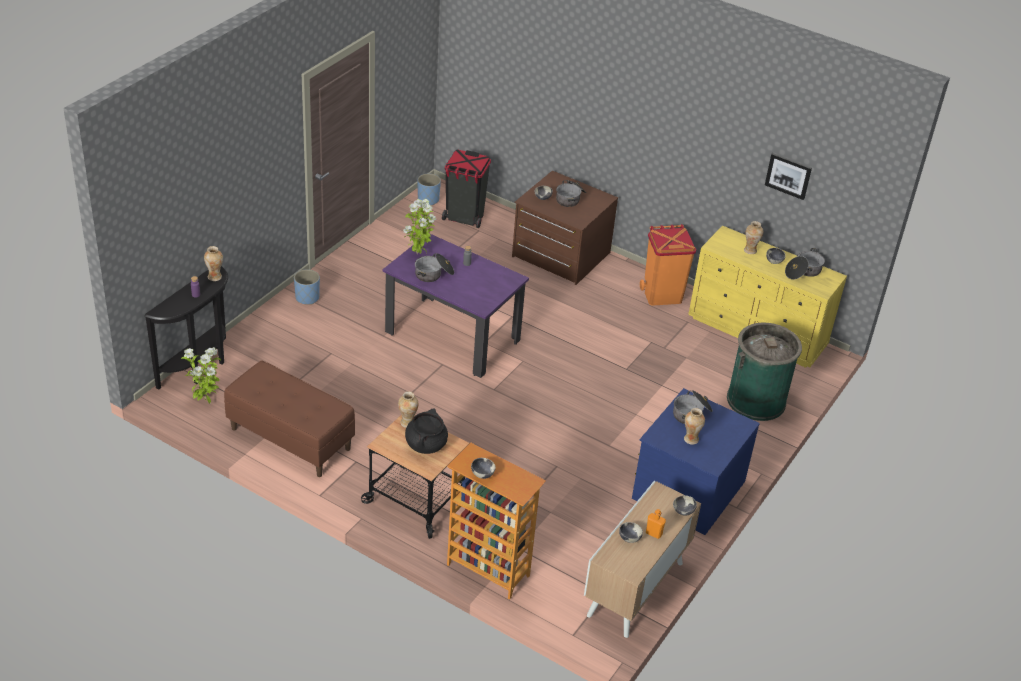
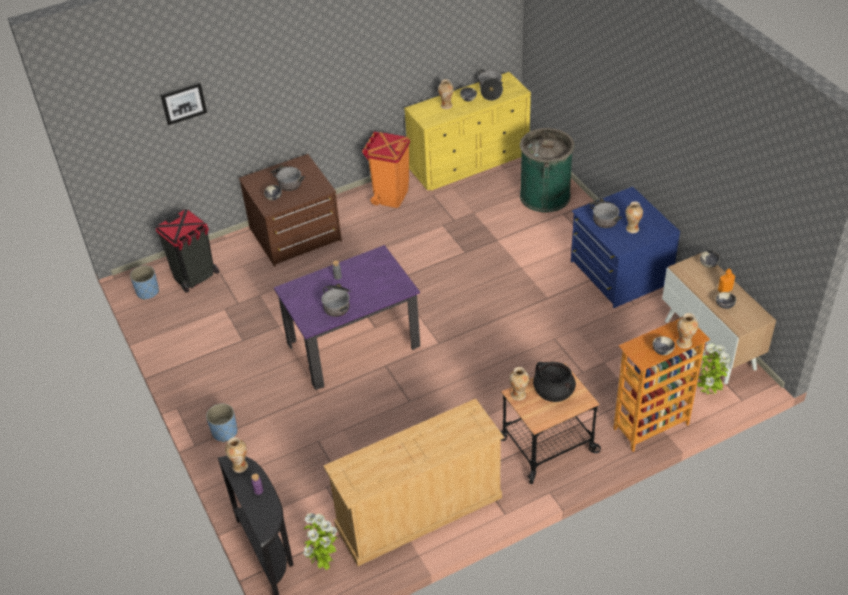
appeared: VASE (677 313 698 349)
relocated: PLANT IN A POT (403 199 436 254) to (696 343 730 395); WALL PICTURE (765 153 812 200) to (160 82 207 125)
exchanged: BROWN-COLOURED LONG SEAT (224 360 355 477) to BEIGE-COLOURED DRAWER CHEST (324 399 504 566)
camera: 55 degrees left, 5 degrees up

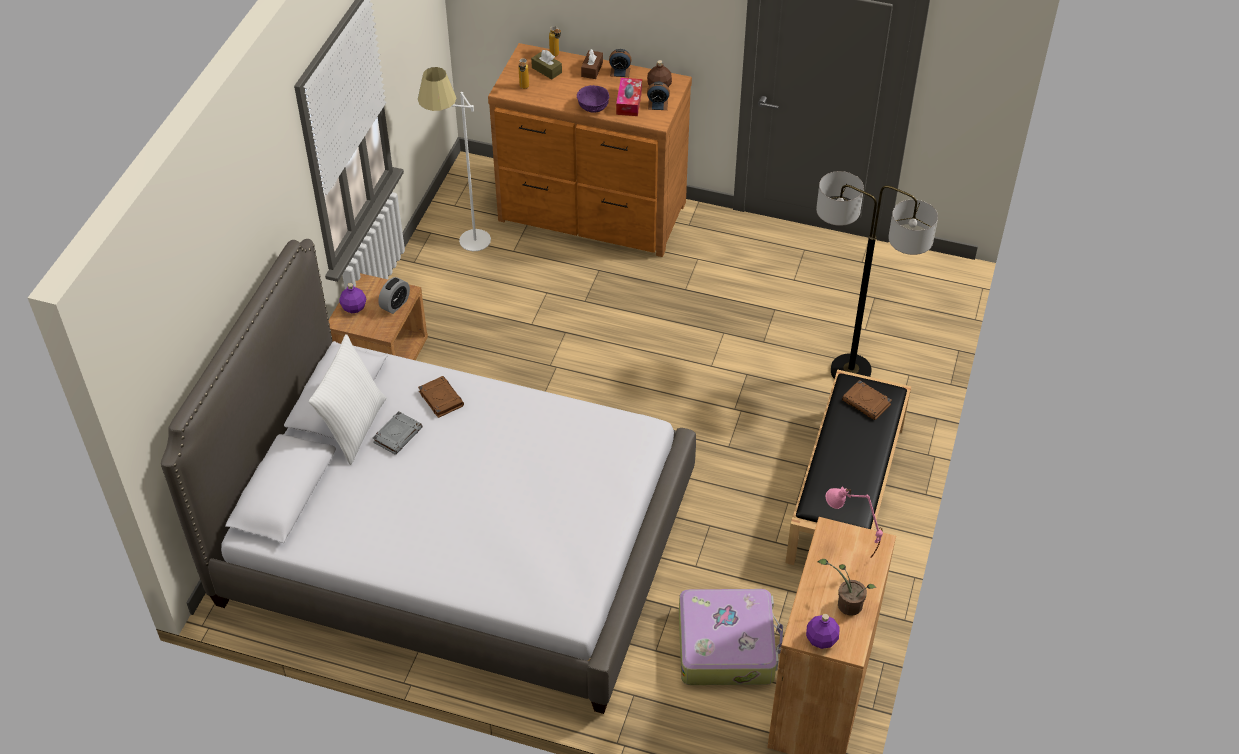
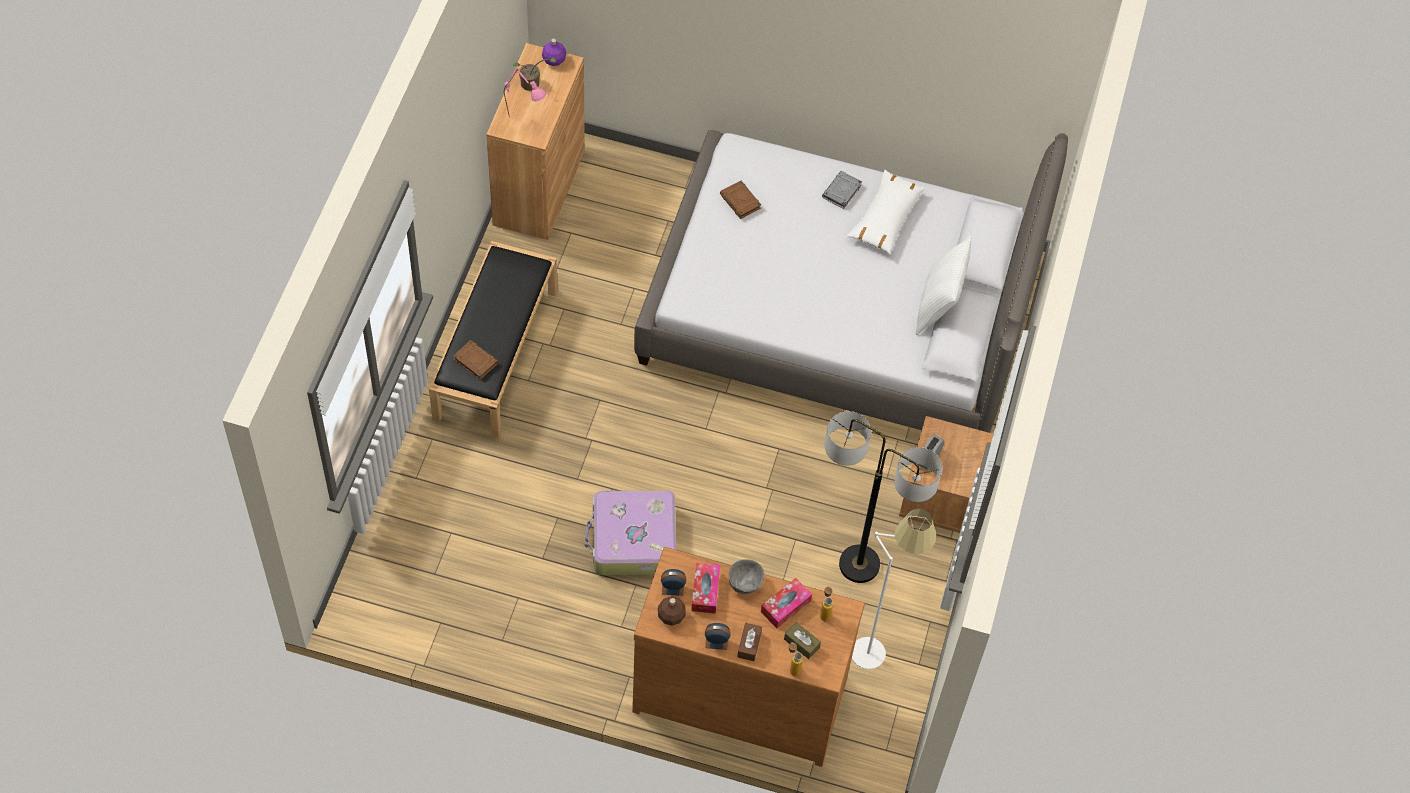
missing: PURPLE-COLOURED BOTTLE (340 283 366 313)
appeared: TISSUE HOLDER (761 578 812 628); WHITE-COLOURED THROW PILLOW (847 170 926 254)
relocated: GRAY VOLUME (373 411 422 455) to (822 171 862 209); BROWN-COLOURED VOLUME (418 376 464 418) to (720 181 761 219); PIECE OF LUGGAGE (679 589 783 685) to (585 490 676 575); FLOOR LAMP (816 171 938 379) to (825 411 942 583)
colour: PURPLE-COLOURED DEEP DISH (577 85 609 112) to GRAY DEEP DISH (728 559 765 594)
camera: 175 degrees right, 10 degrees up

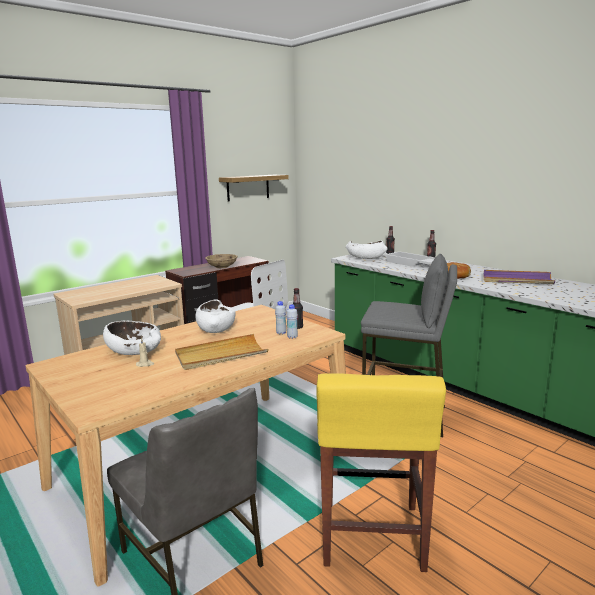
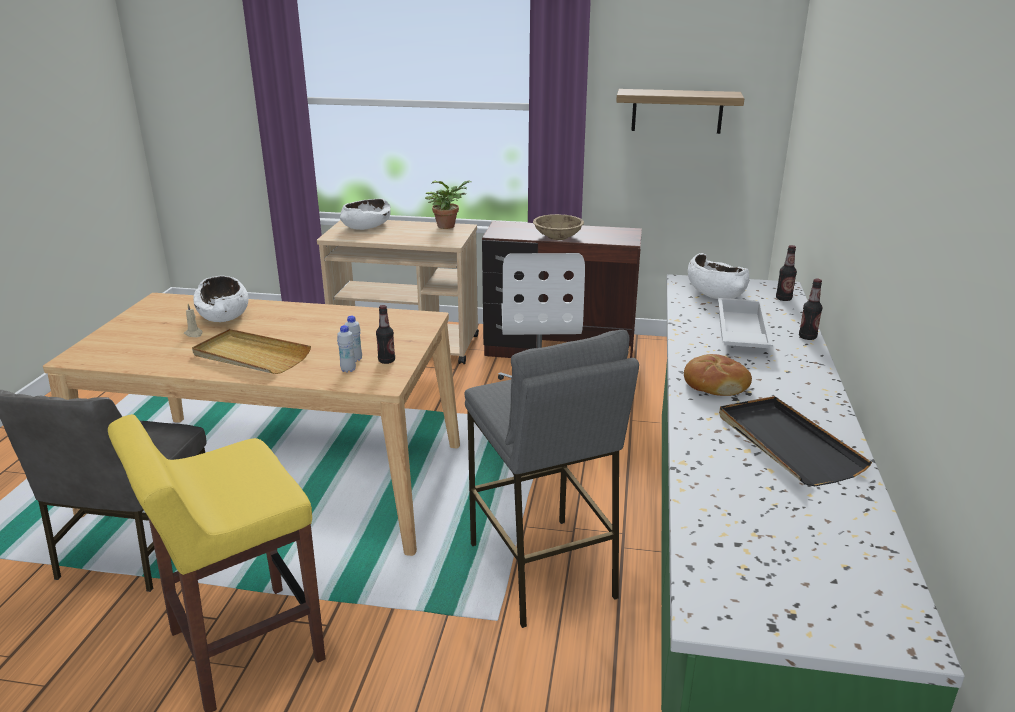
appeared: PLANT IN A POT (425 181 471 229)
relocated: WHITE-COLOURED DEEP DISH (195 299 235 333) to (340 199 391 230)
colour: PURPLE-COLOURED TRAY (483 270 555 284) to BLACKISH TRAY (719 396 872 486)
camera: 50 degrees right, 10 degrees up

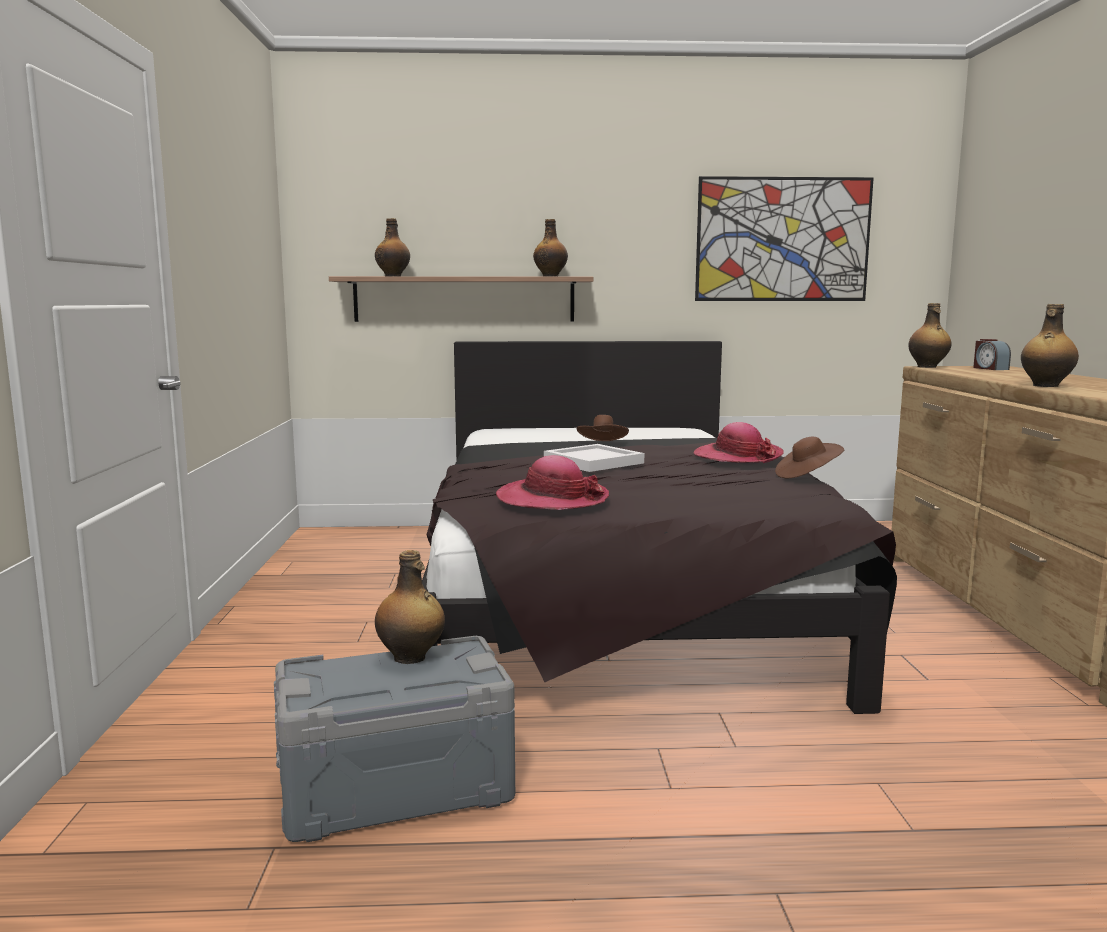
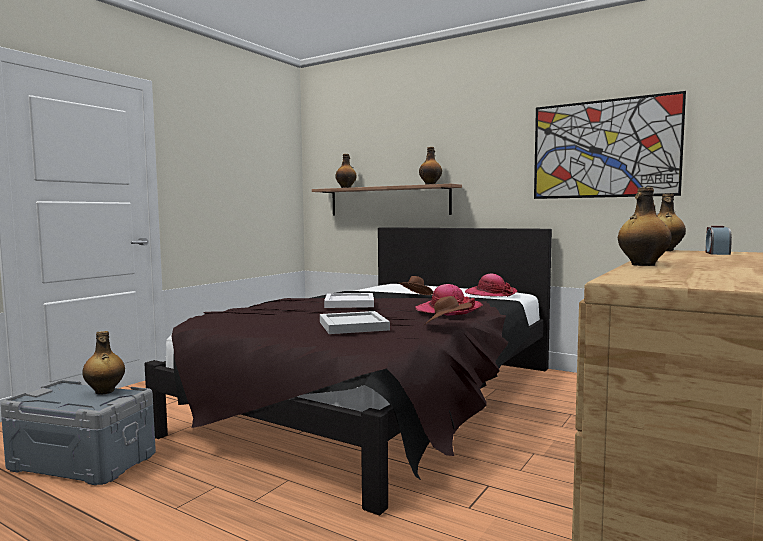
appeared: WHITE-COLOURED TRAY (320 311 390 334)
relocated: CLOTHING HAT (496 455 609 510) to (465 274 517 297)
camera: 35 degrees right, 5 degrees down

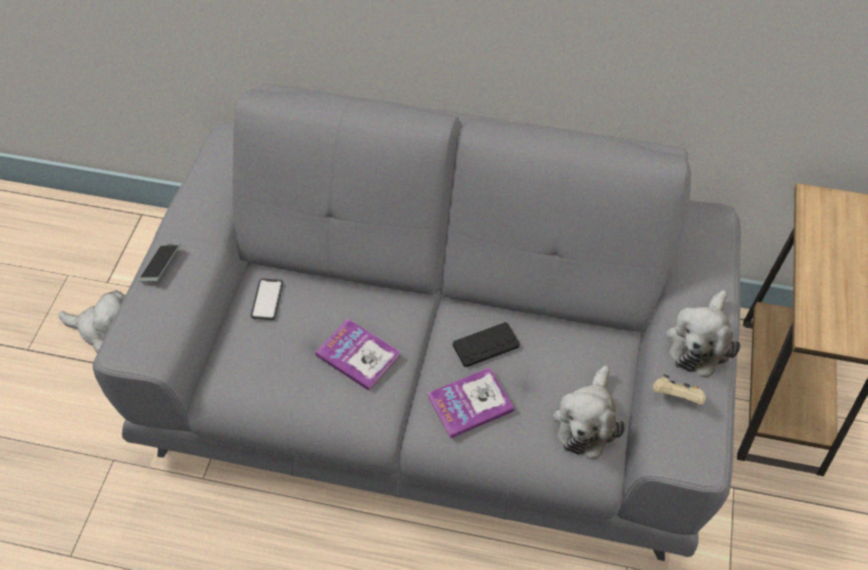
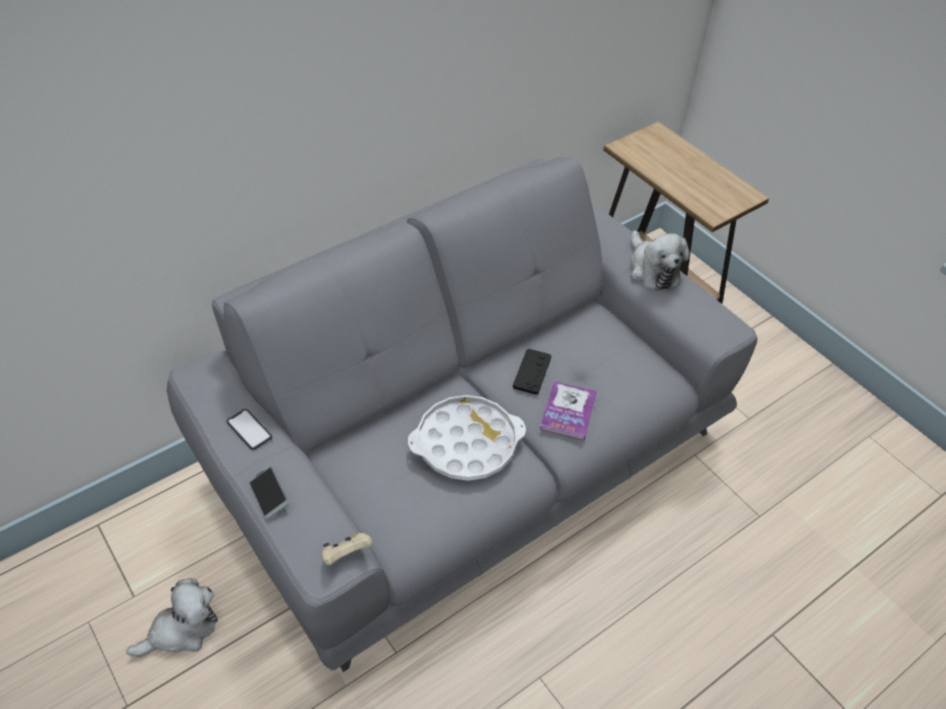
missing: SOFT TOY (553 365 625 459)
relocated: PHONE (251 279 283 320) to (227 409 272 450); BEIGE-COLOURED GAME CONTROLLER (653 374 706 405) to (322 533 373 566)
exchanged: VOLUME (315 318 401 391) to WHITE-COLOURED TRAY (408 395 526 481)
camera: 50 degrees left, 5 degrees down

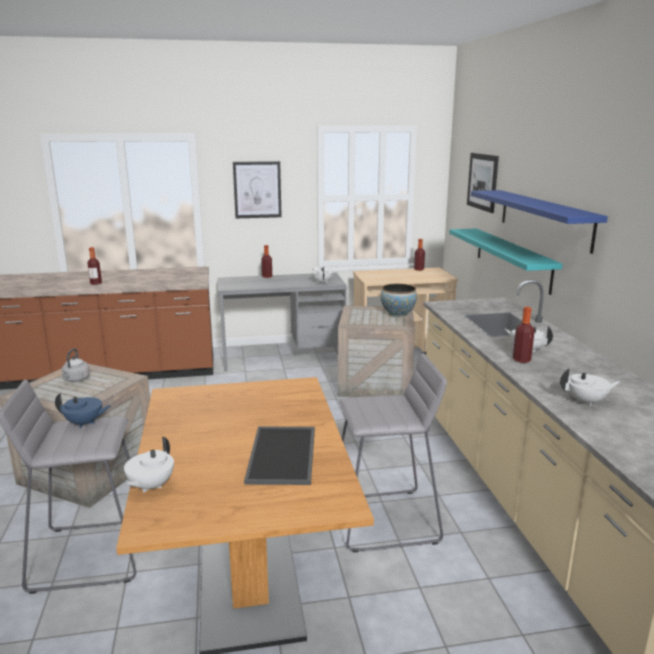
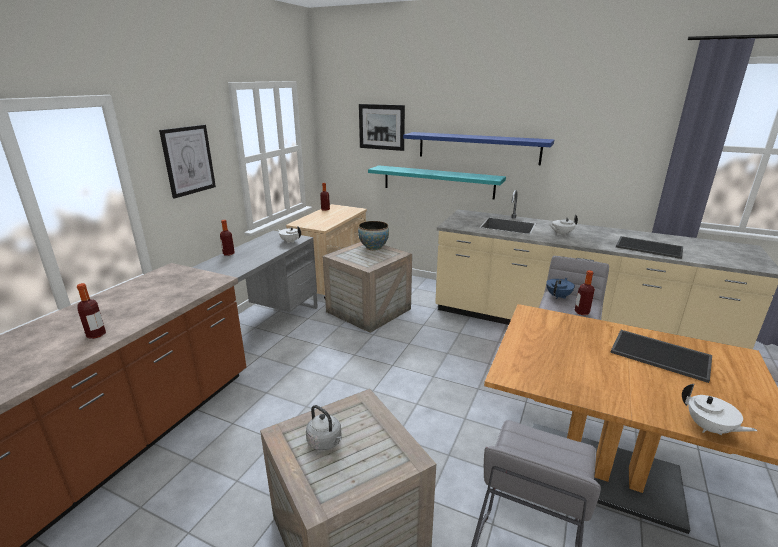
relocated: BLUISH POT FOR TEA (55 392 111 428) to (546 278 575 299); BOTTLE (513 307 535 363) to (574 270 595 315)
exchanged: WHITE-COLOURED POT FOR TEA (560 369 620 407) to TRAY (616 236 683 259)
camera: 55 degrees left, 5 degrees up

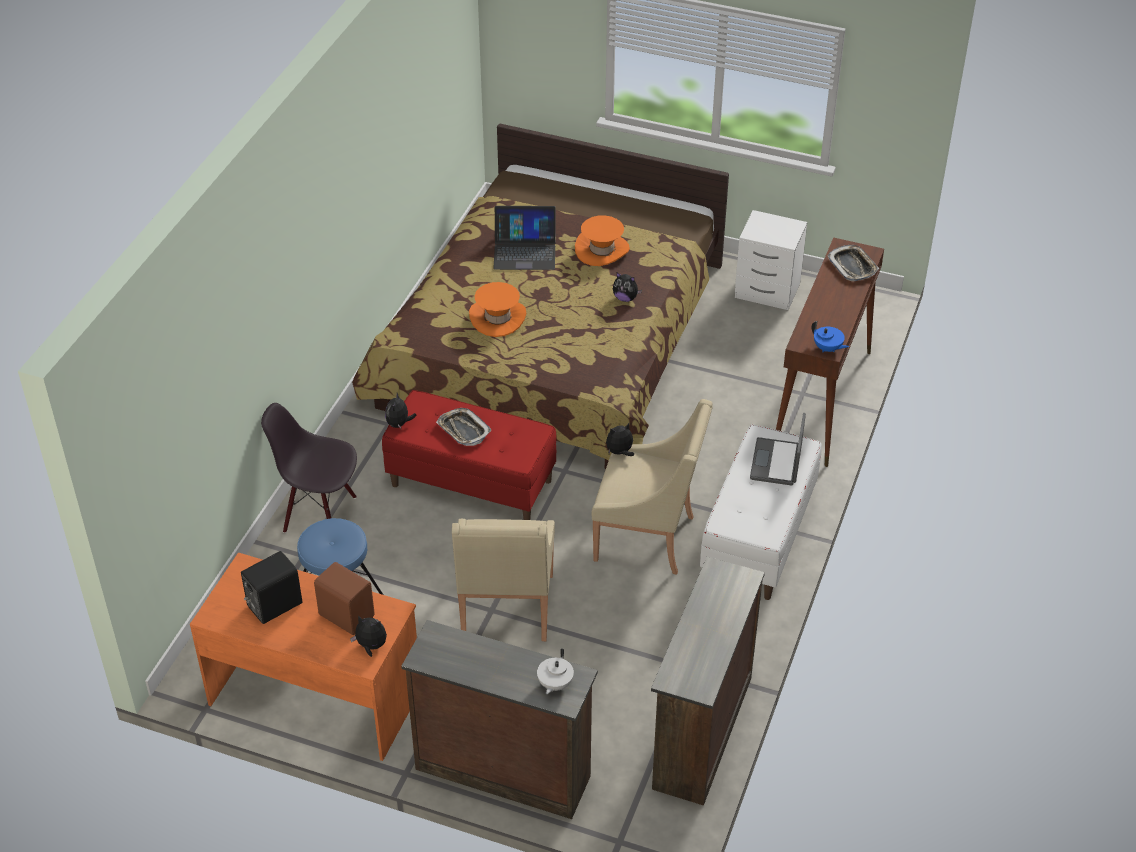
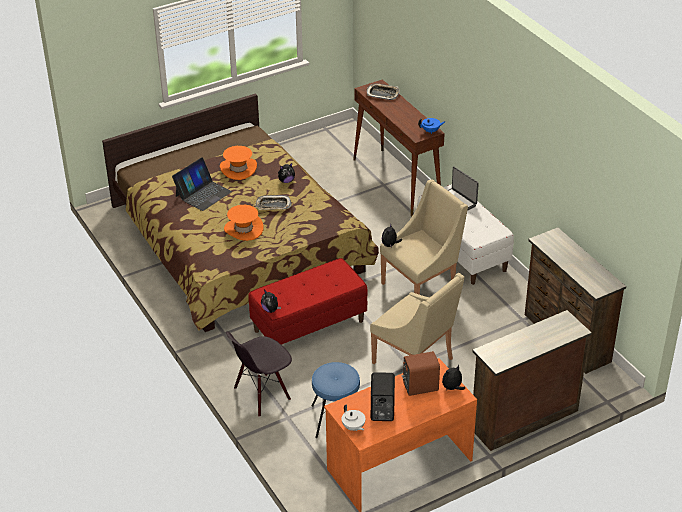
missing: WHITE-COLOURED NIGHTSTAND (735 210 807 310)
relocated: TRAY (436 408 492 446) to (255 195 292 210); WHITE-COLOURED POT FOR TEA (537 648 574 694) to (341 405 365 431)
camera: 50 degrees left, 5 degrees down

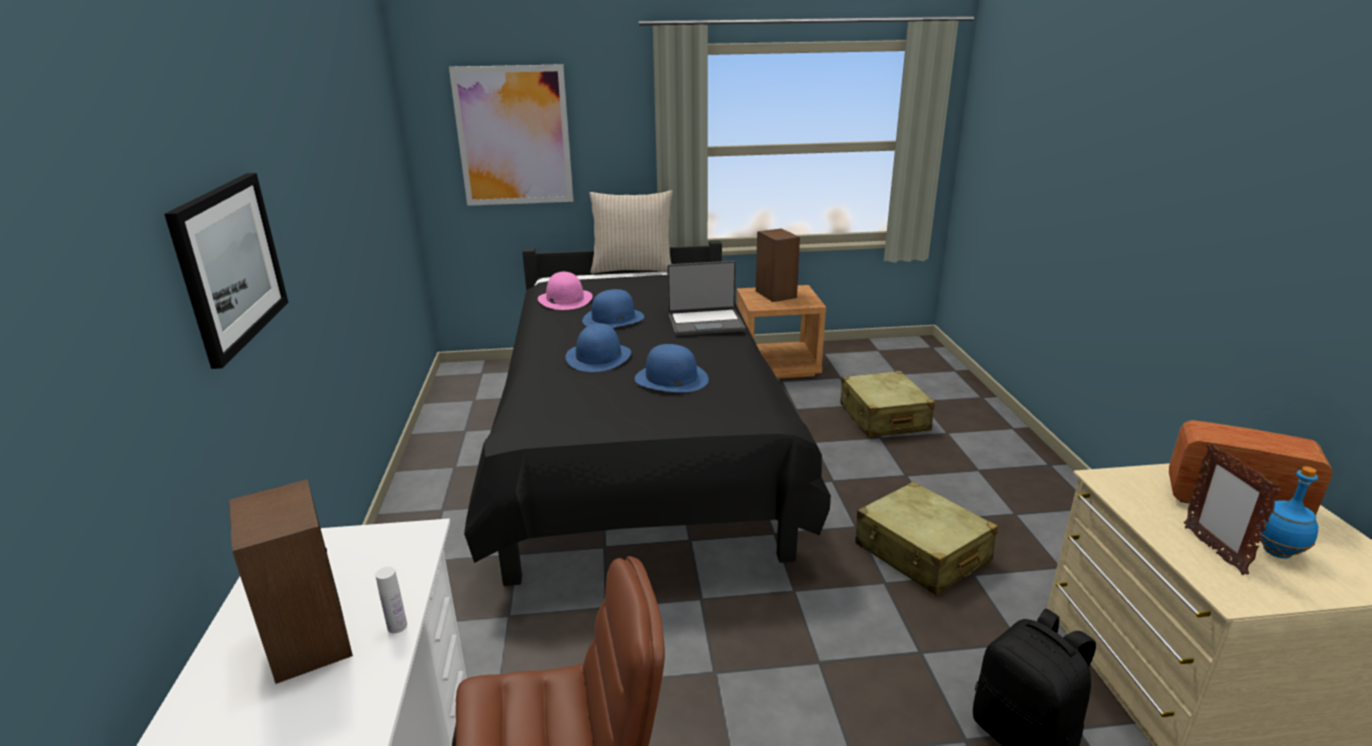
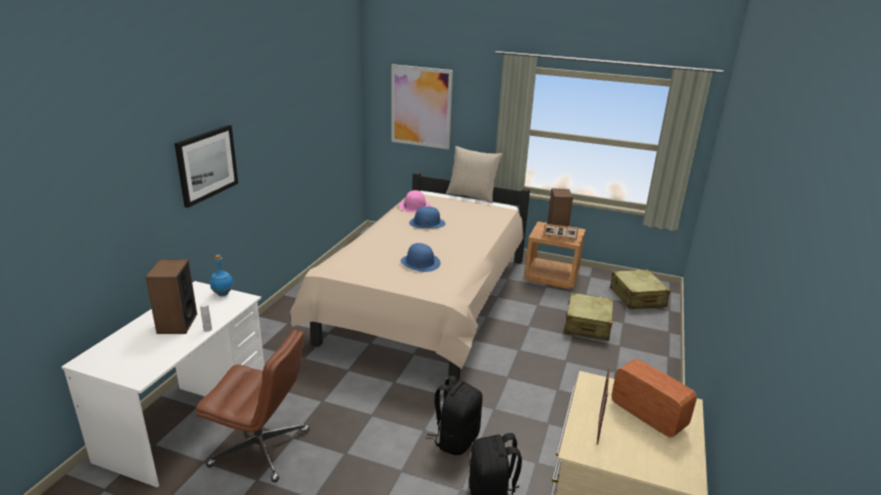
missing: BLUISH CLOTHING HAT (566 323 631 372); PORTABLE COMPUTER (667 261 746 336)
appeared: BLACKISH RUCKSACK (427 375 483 455); PHOTO FRAME (543 224 578 241)
relocated: BEIGE-COLOURED PIECE OF LUGGAGE (856 481 998 595) to (610 269 671 309); BLUISH BOTTLE (1258 466 1318 558) to (210 255 234 296)
colour: BLACKISH BED (464 240 831 586) to BEIGE-COLOURED BED (290 172 530 380)
camera: 25 degrees right, 0 degrees up

